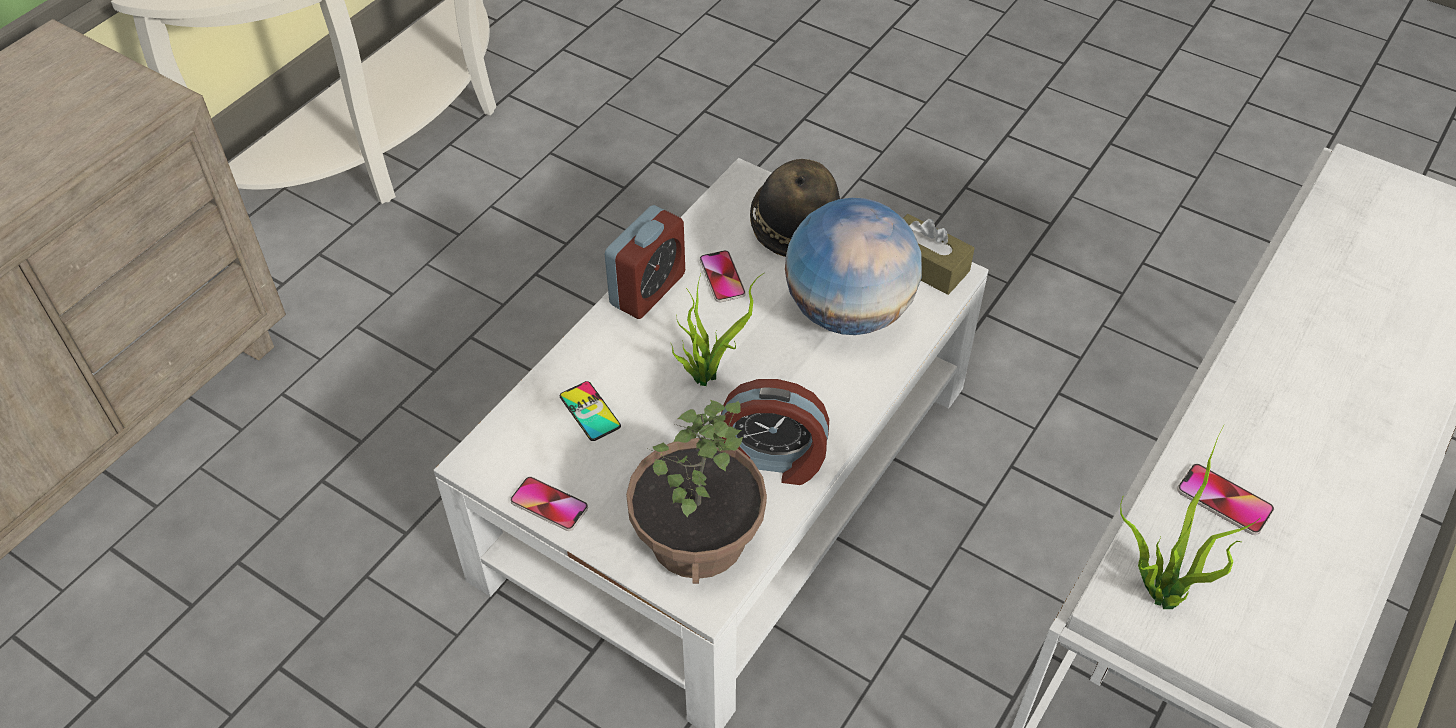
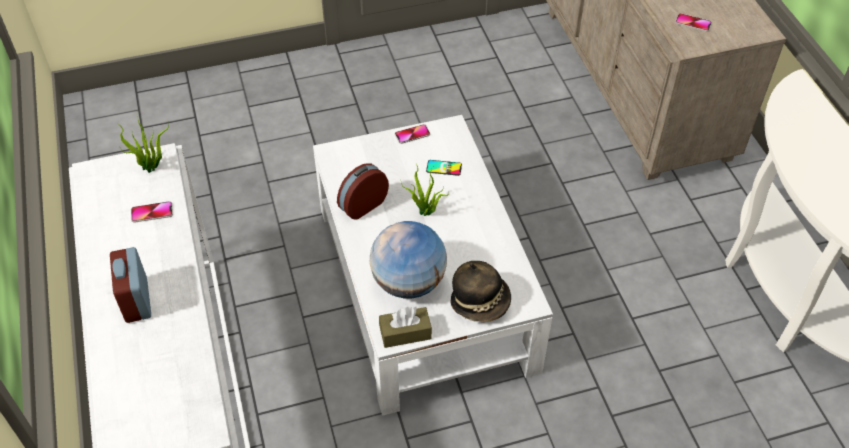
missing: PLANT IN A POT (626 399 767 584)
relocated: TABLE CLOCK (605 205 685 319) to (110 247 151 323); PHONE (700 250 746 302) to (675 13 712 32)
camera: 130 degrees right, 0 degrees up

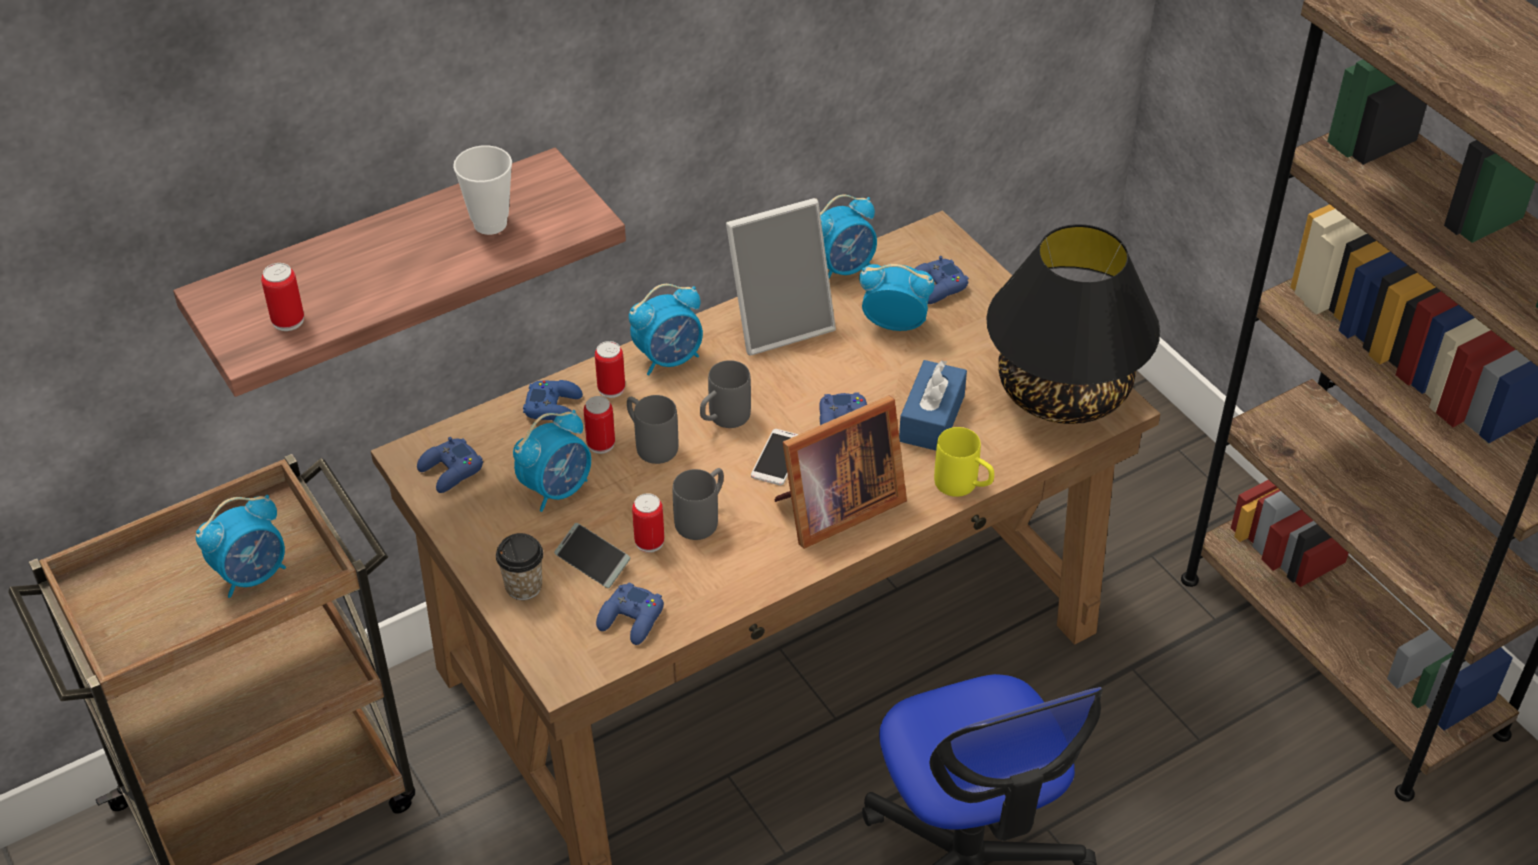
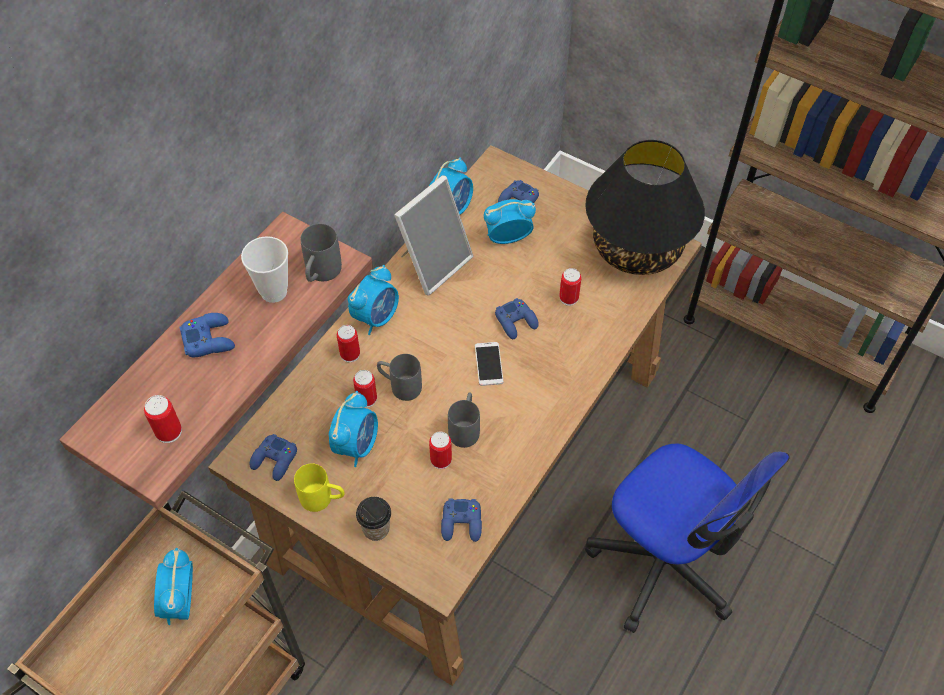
missing: PHONE (554 523 630 588); PHOTO FRAME (775 395 907 549)
relocated: BLUISH GAME CONTROLLER (523 380 583 421) to (179 313 235 357); GRAY MUG (700 360 751 428) to (300 224 342 282); YELLOW MUG (934 427 994 497) to (294 463 345 512)
exchanged: BLUISH TISSUE HOLDER (899 360 967 451) to METAL CAN (559 268 582 306)
spun: TABLE CLOCK (196 495 286 598) = (154 548 193 625) 150 degrees clockwise
camera: 25 degrees left, 10 degrees up

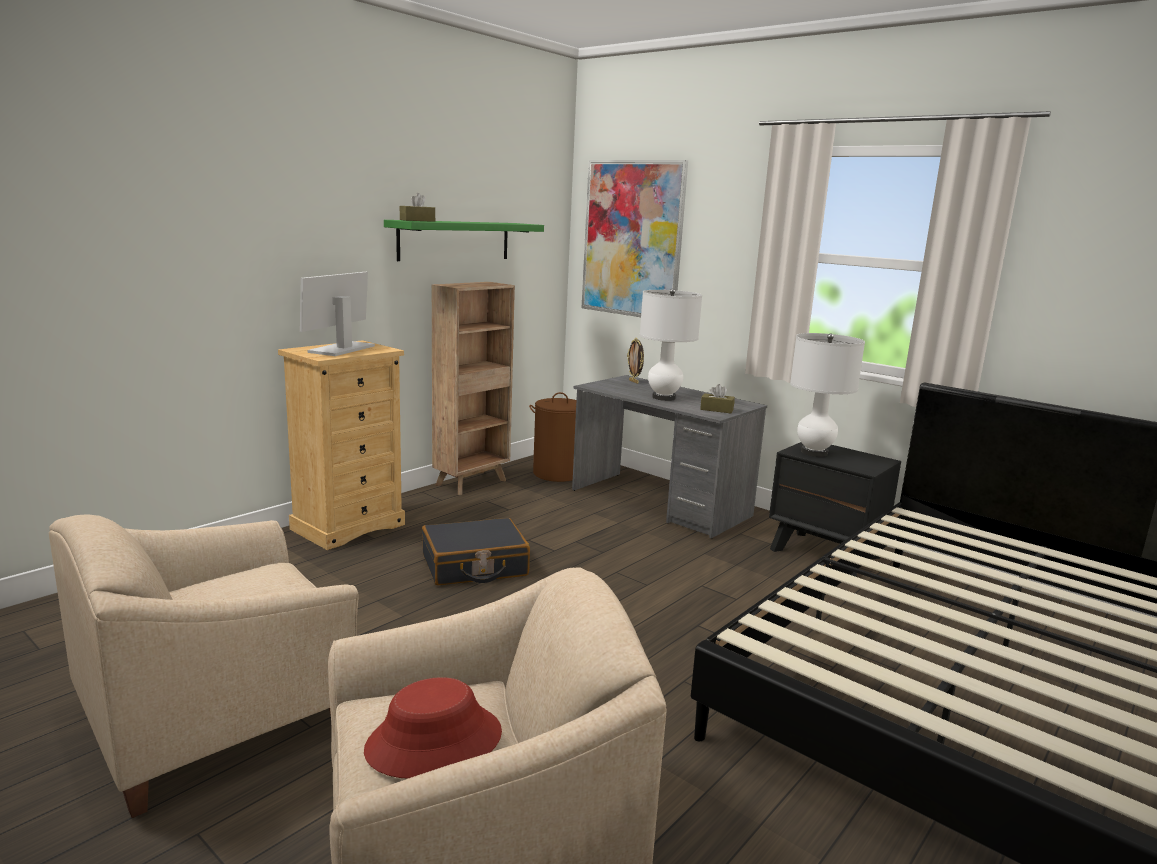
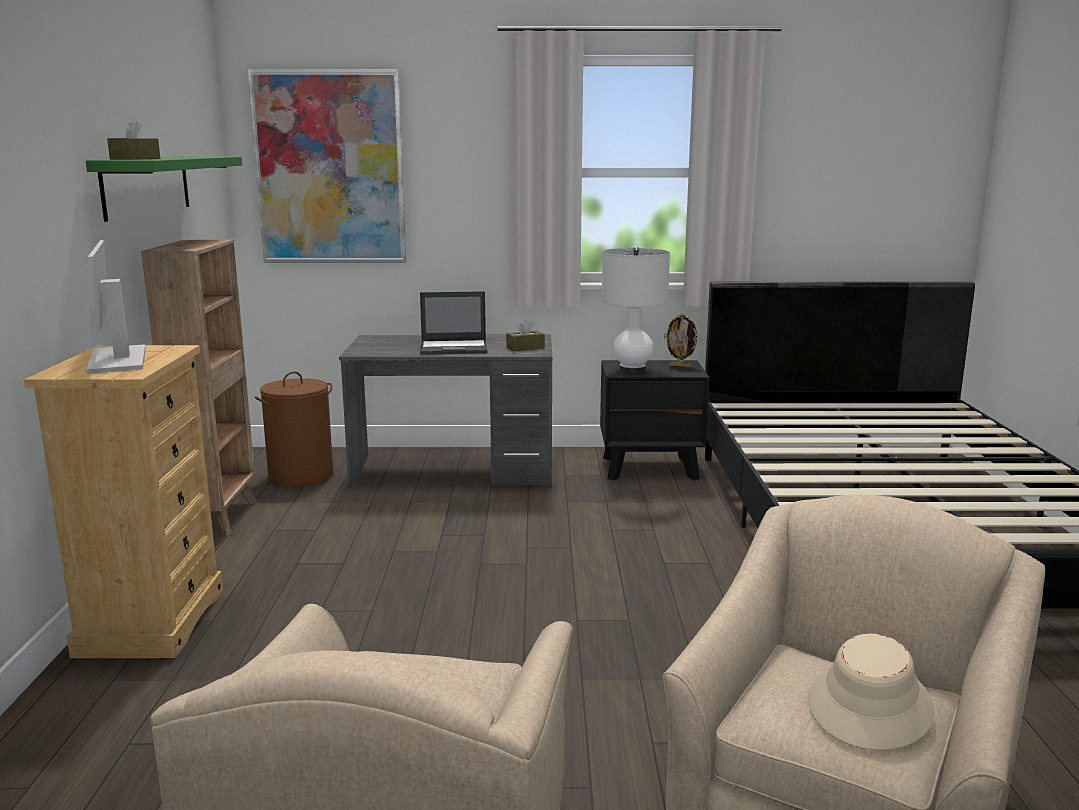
missing: BLACKISH PIECE OF LUGGAGE (422 518 530 585)
relocated: PHOTO FRAME (627 338 644 384) to (664 313 699 367)
exchanged: WHITE-COLOURED TABLETOP LAMP (640 289 702 401) to PORTABLE COMPUTER (420 291 487 355)
colour: RED CLOTHING HAT (364 677 502 779) to BEIGE-COLOURED CLOTHING HAT (808 634 934 750)
camera: 40 degrees left, 0 degrees up

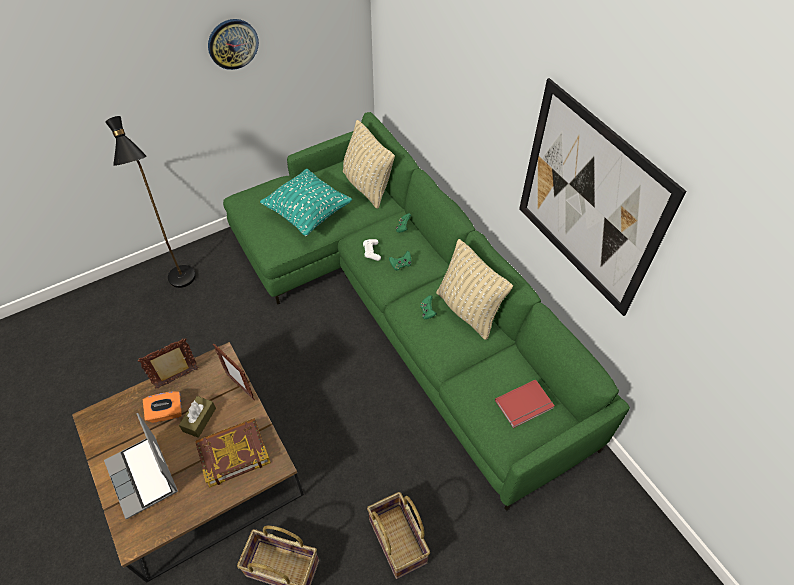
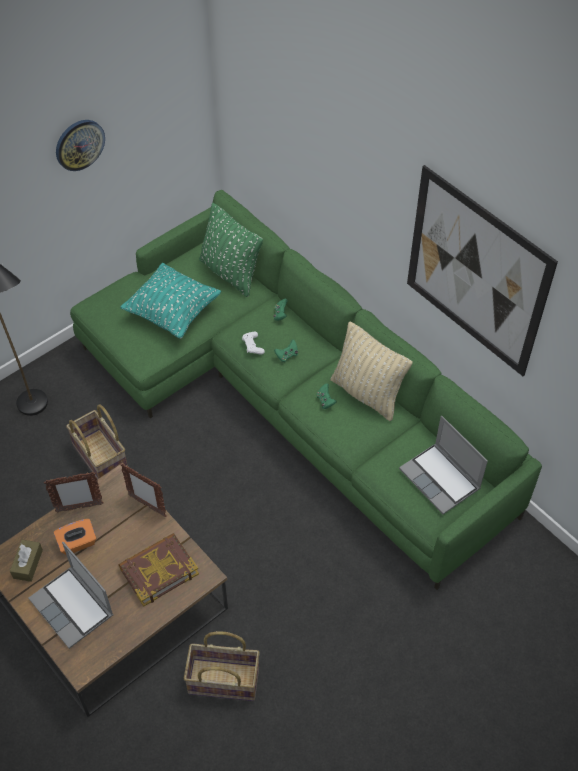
relocated: BROWN-COLOURED TISSUE HOLDER (179 396 216 438) to (10 540 43 582); STORAGE BASKET (367 492 430 579) to (66 405 127 479)
exchanged: RED VOLUME (495 379 554 428) to PORTABLE COMPUTER (399 416 488 514)
colour: BEIGE-COLOURED THROW PILLOW (343 120 395 209) to GREEN THROW PILLOW (199 203 263 297)
spun: PHOTO FRAME (138 338 199 389) = (44 472 103 512) 150 degrees counterclockwise
camera: 10 degrees left, 0 degrees up

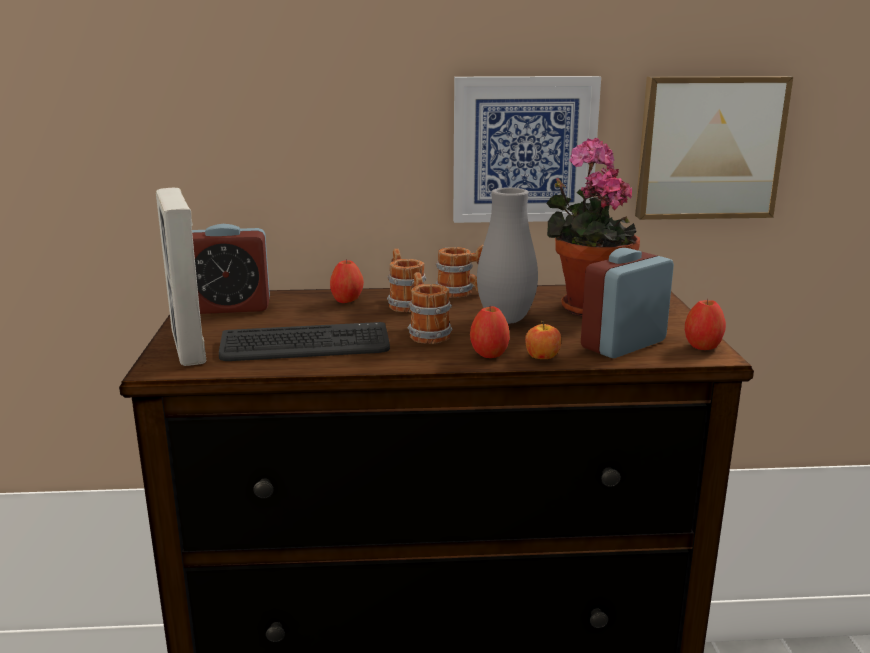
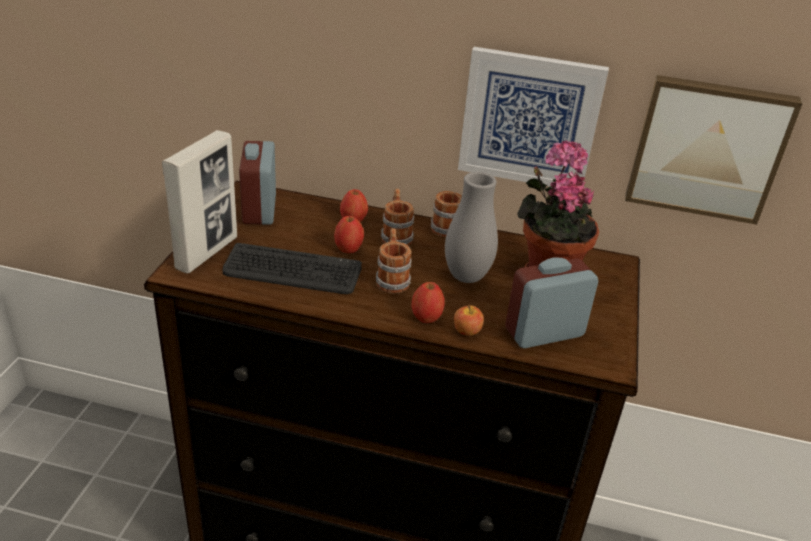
relocated: WHOLE APPLE (685 299 726 350) to (334 216 364 253)
spun: PHOTO FRAME (156 188 206 366) = (162 130 237 274) 150 degrees counterclockwise; TABLE CLOCK (192 224 270 314) = (239 141 276 225) 75 degrees clockwise
camera: 15 degrees right, 15 degrees up

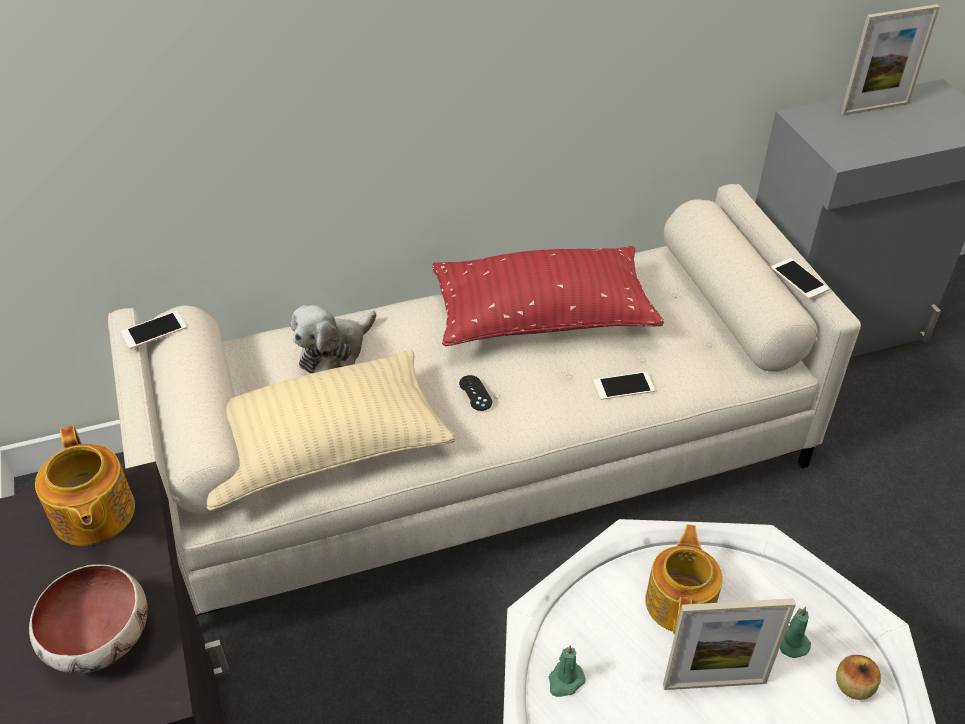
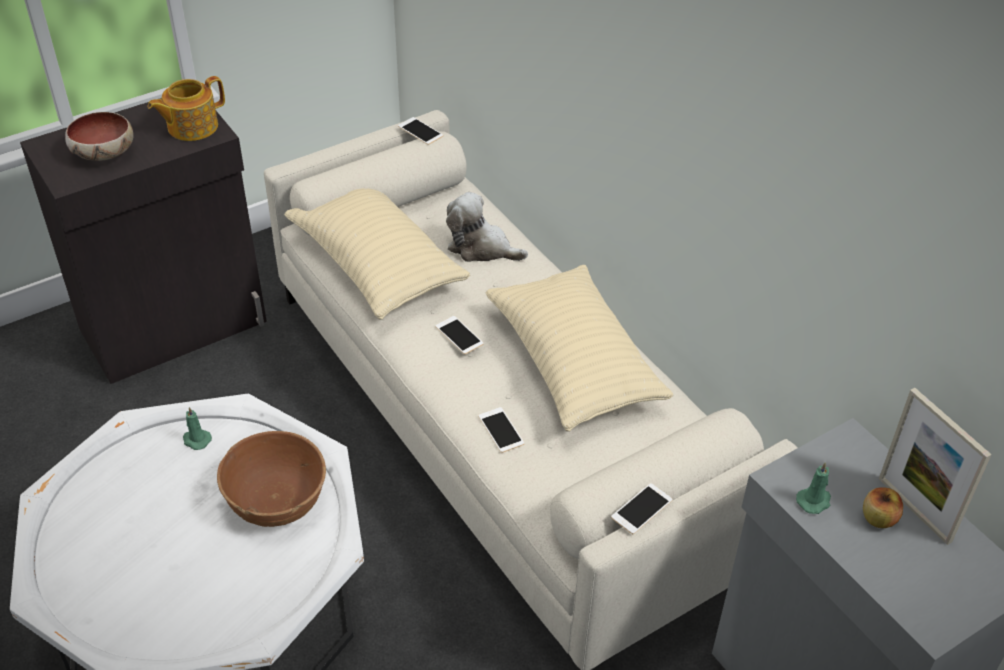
missing: PHOTO FRAME (663 598 796 690)
relocated: GREEN WAX LIGHT (780 607 811 658) to (796 462 831 514); WHOLE APPLE (836 655 881 700) to (863 487 903 528)
exchanged: BLACKISH GAME CONTROLLER (459 375 492 411) to PHONE (435 316 484 354); POT FOR TEA (645 524 723 634) to BROWN-COLOURED DEEP DISH (217 431 326 527)
colour: RED THROW PILLOW (432 246 664 346) to BEIGE-COLOURED THROW PILLOW (486 265 673 432)
camera: 75 degrees right, 0 degrees up

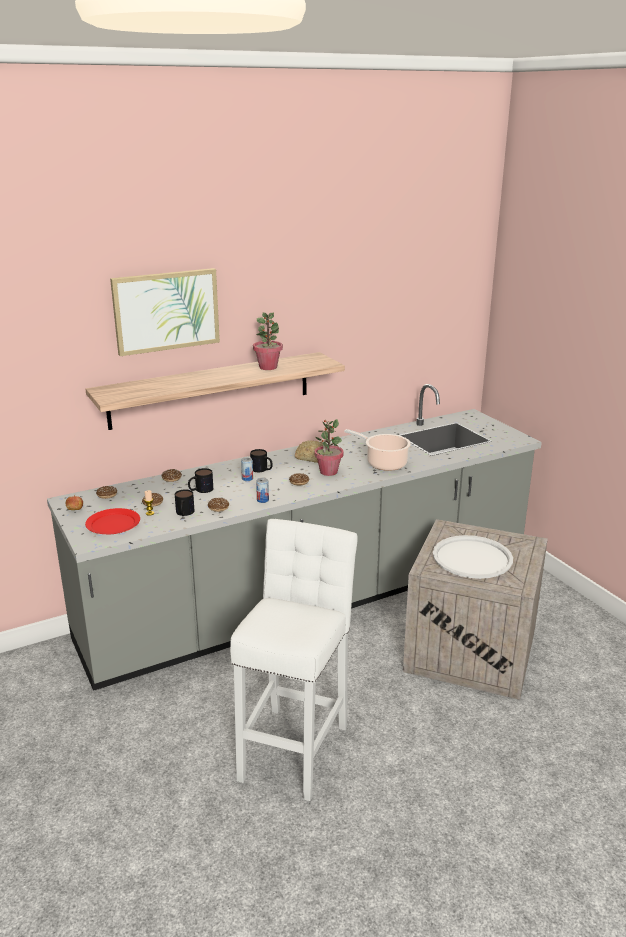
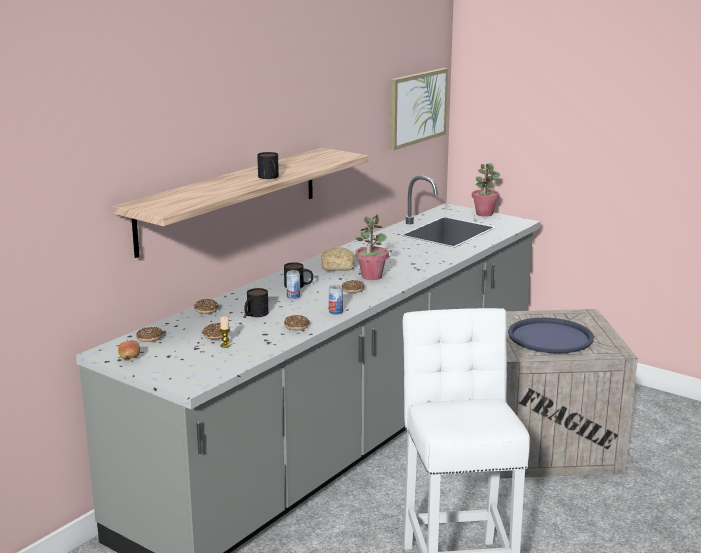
missing: RED FLAT DISH (85 508 140 534); COOKING POT (344 429 411 471)
relocated: WALL PICTURE (110 268 220 356) to (390 68 448 150); MUG (175 489 195 516) to (257 152 279 179); PLANT IN A POT (253 313 283 370) to (472 163 500 217)
colour: WHITE-COLOURED TRAY (433 535 513 579) to BLUISH TRAY (508 318 594 354)
camera: 25 degrees left, 5 degrees down

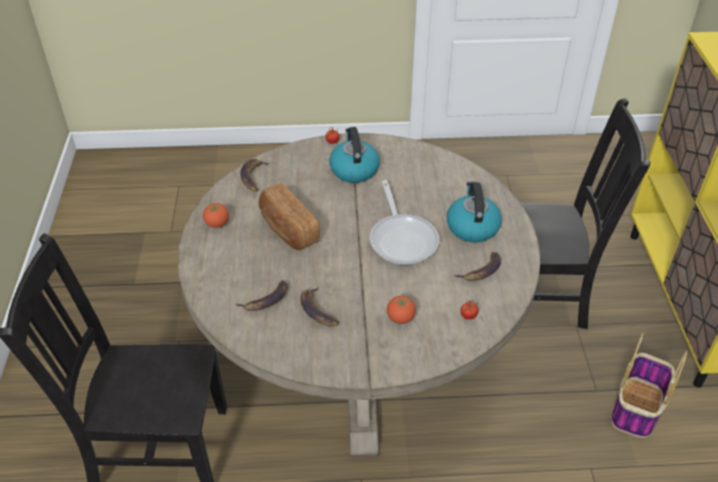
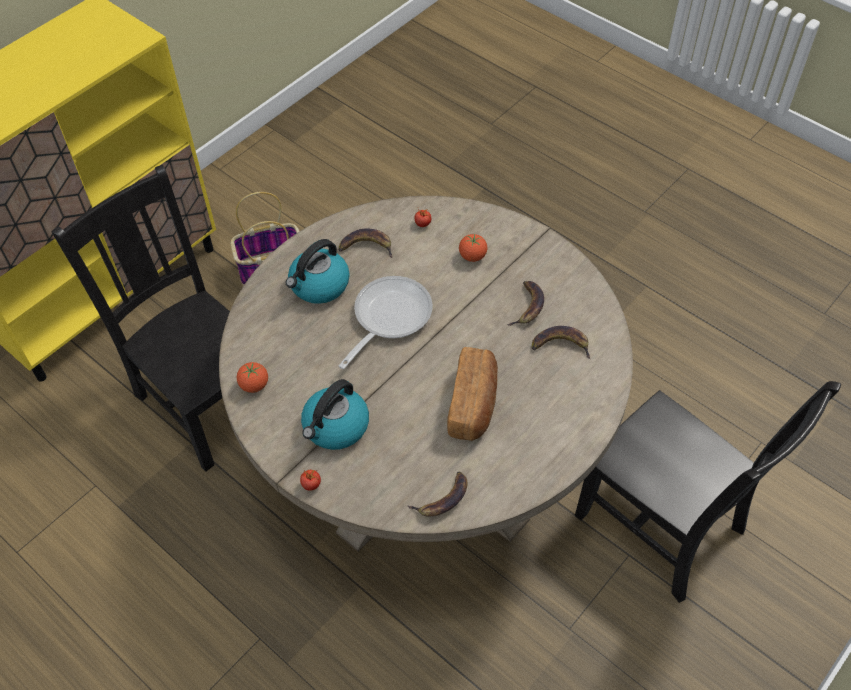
relocated: TOMATO (203 203 229 228) to (237 362 268 393)
camera: 135 degrees left, 10 degrees up

